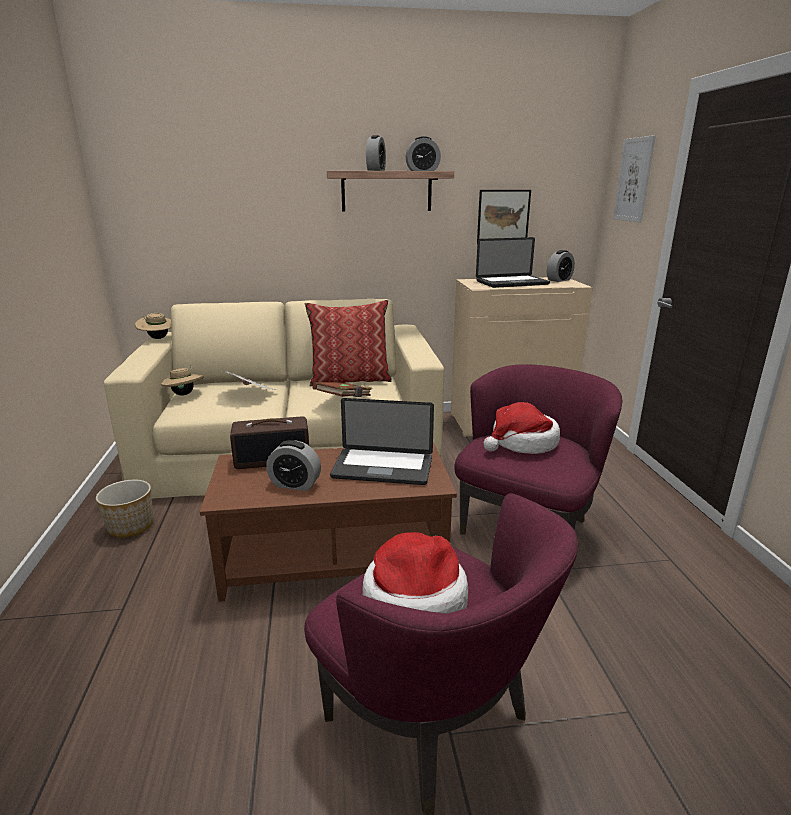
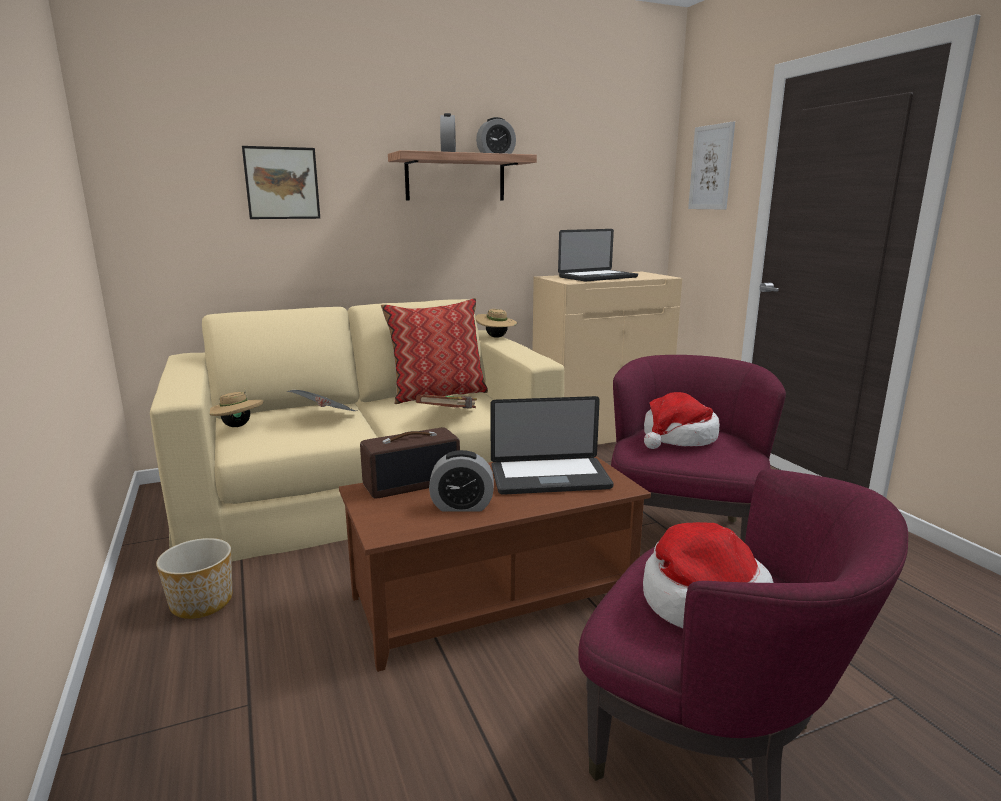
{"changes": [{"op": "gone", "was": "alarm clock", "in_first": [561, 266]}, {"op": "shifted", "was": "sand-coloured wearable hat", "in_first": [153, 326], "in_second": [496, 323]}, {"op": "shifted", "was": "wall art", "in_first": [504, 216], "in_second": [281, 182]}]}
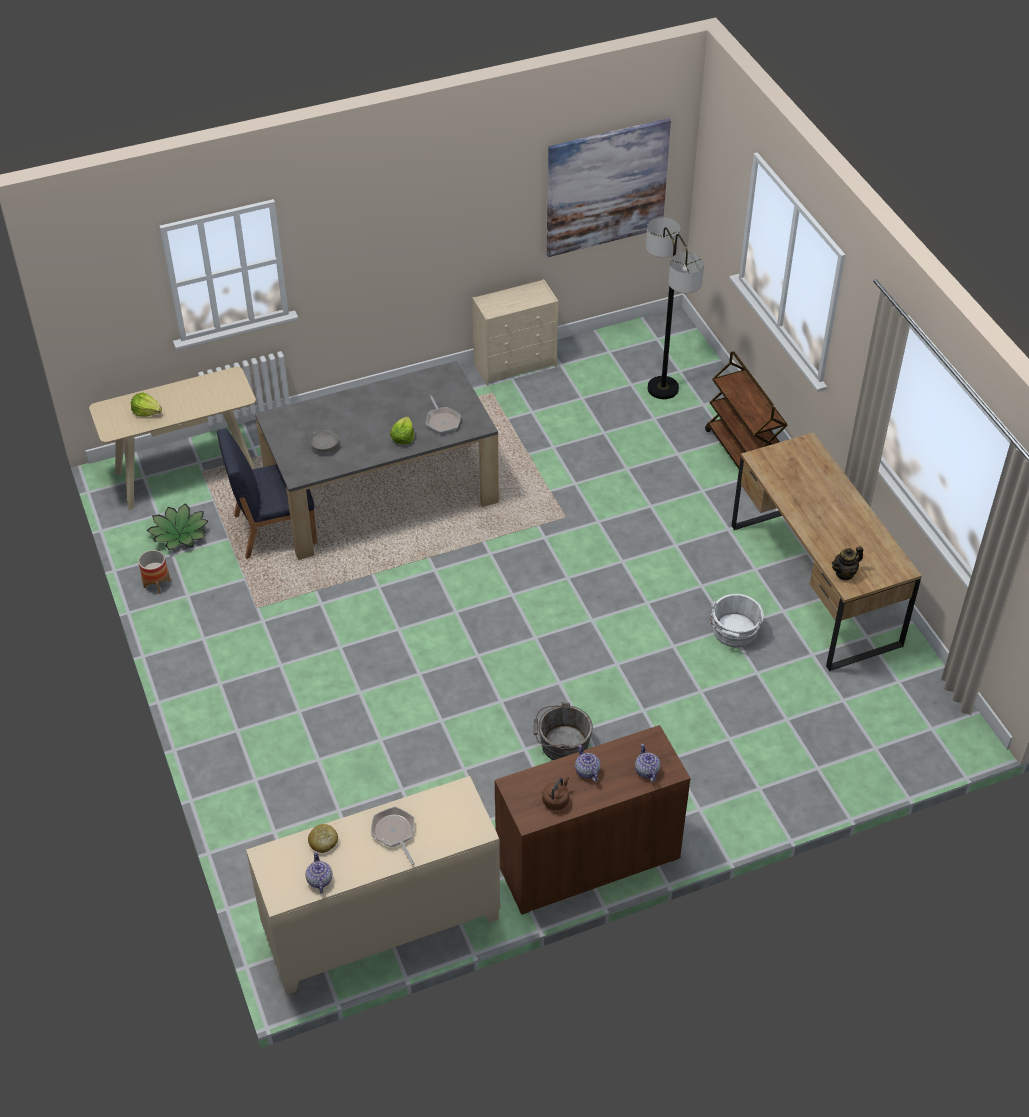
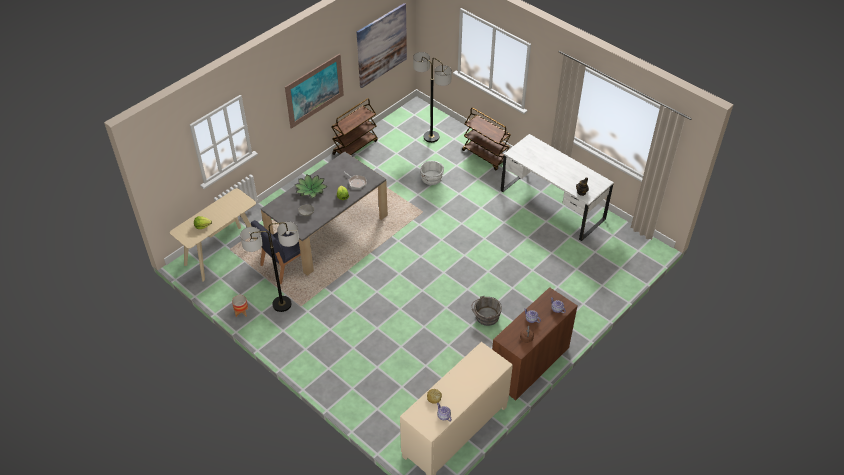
{"changes": [{"op": "gone", "was": "skillet", "in_first": [393, 836]}, {"op": "new", "now": "standing lamp", "in_second": [269, 267]}, {"op": "new", "now": "wall art", "in_second": [314, 91]}, {"op": "shifted", "was": "plant in a pot", "in_first": [177, 526], "in_second": [311, 186]}, {"op": "shifted", "was": "white pail", "in_first": [737, 621], "in_second": [432, 173]}, {"op": "swapped", "was": "sand-coloured drawer chest", "now": "brownish wheeled cart", "in_first": [515, 332], "in_second": [354, 126]}, {"op": "repainted", "was": "brownish desk table", "now": "white desk table", "in_first": [826, 551], "in_second": [557, 187]}]}
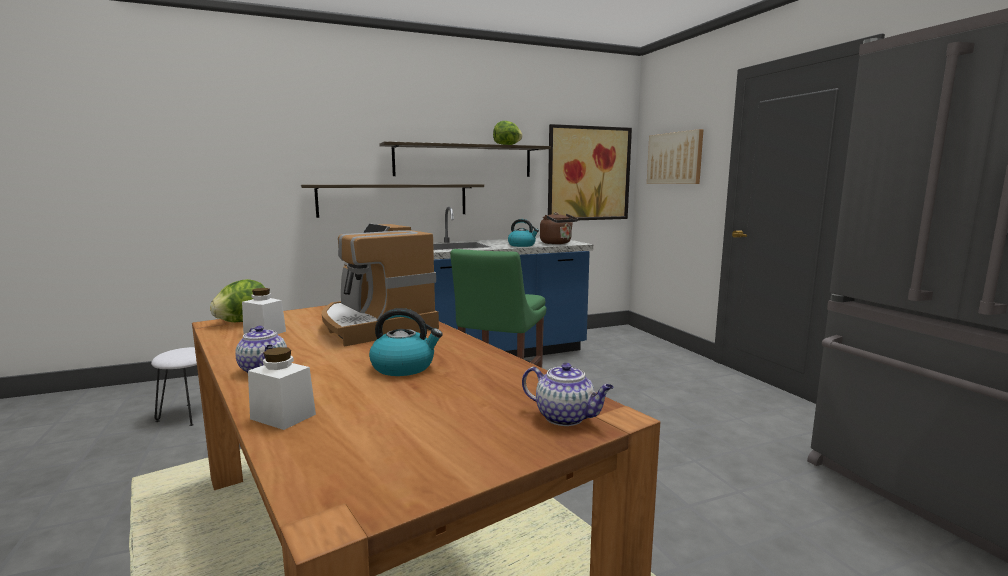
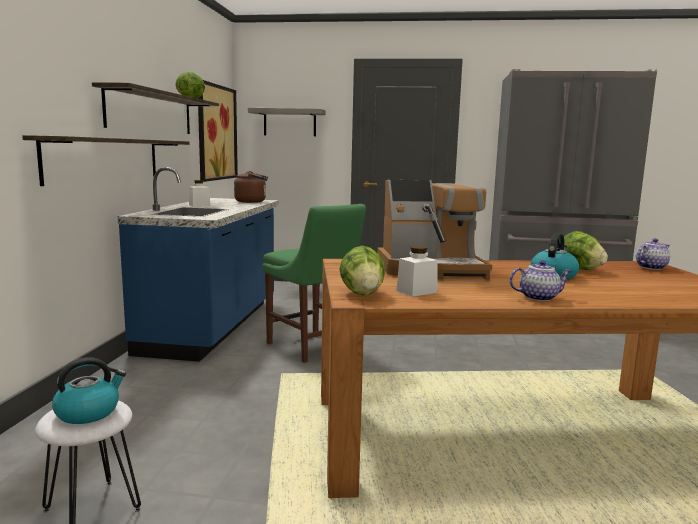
{"changes": [{"op": "new", "now": "head of lettuce", "in_second": [586, 250]}, {"op": "shifted", "was": "white storage jar", "in_first": [282, 388], "in_second": [199, 193]}, {"op": "shifted", "was": "tea kettle", "in_first": [523, 233], "in_second": [89, 390]}, {"op": "swapped", "was": "wall art", "now": "gray wall shelf", "in_first": [675, 156], "in_second": [287, 122]}]}
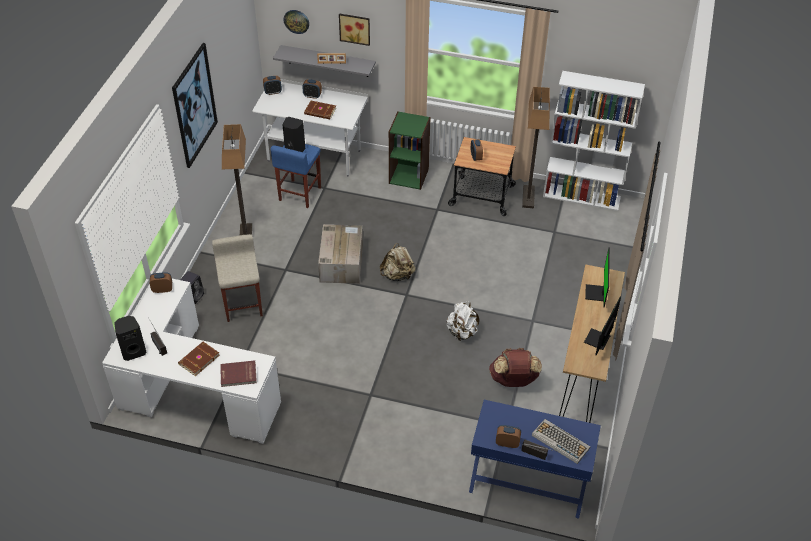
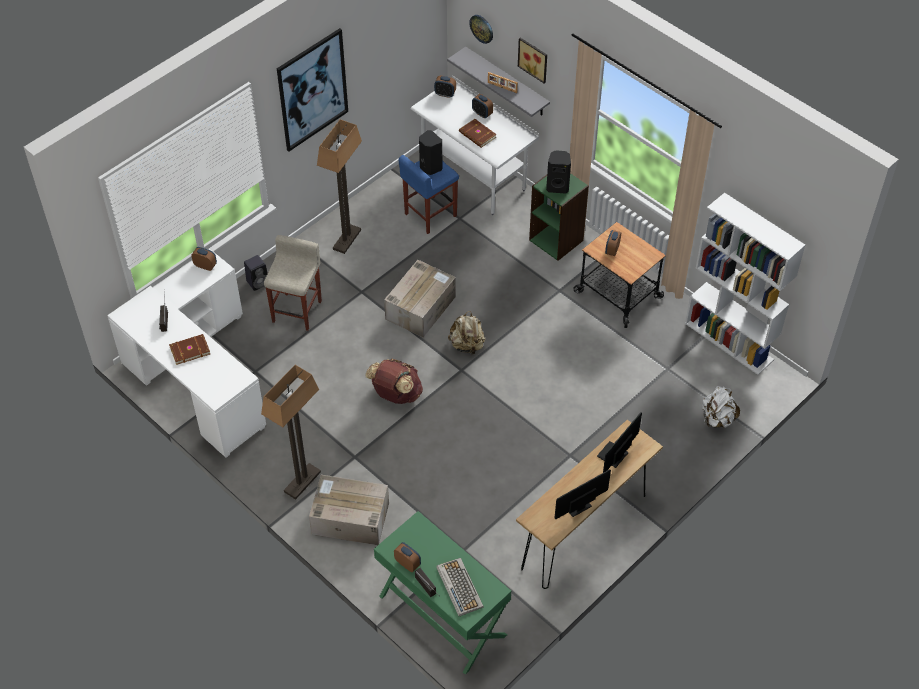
{"changes": [{"op": "gone", "was": "red-coloured volume", "in_first": [238, 373]}, {"op": "new", "now": "carton", "in_second": [349, 510]}, {"op": "shifted", "was": "blackish loudspeaker", "in_first": [130, 338], "in_second": [558, 172]}, {"op": "shifted", "was": "white rucksack", "in_first": [462, 321], "in_second": [721, 407]}, {"op": "shifted", "was": "brownish rucksack", "in_first": [515, 367], "in_second": [394, 381]}, {"op": "shifted", "was": "standing lamp", "in_first": [536, 147], "in_second": [291, 432]}, {"op": "repainted", "was": "blue console table", "now": "greenish console table", "in_first": [535, 459], "in_second": [442, 593]}]}
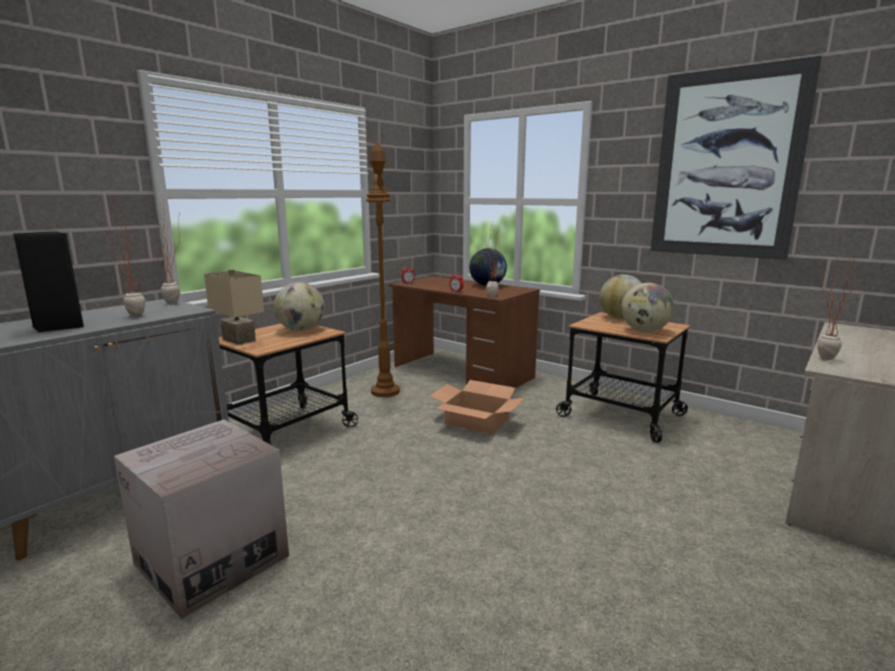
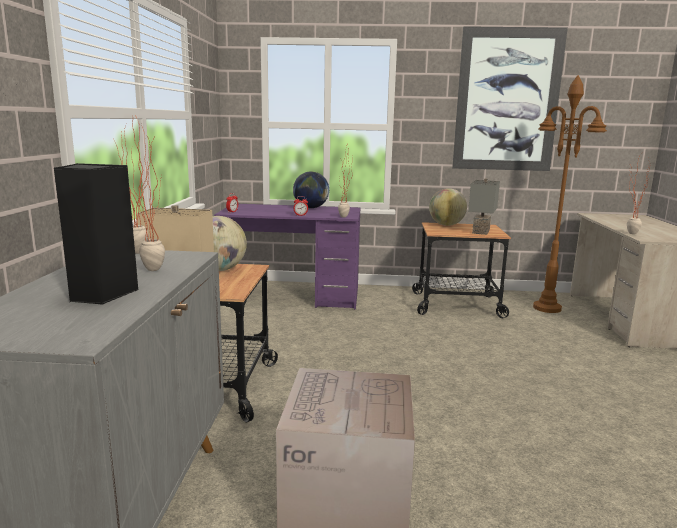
{"changes": [{"op": "gone", "was": "carton", "in_first": [477, 407]}, {"op": "shifted", "was": "brownish standing lamp", "in_first": [383, 269], "in_second": [570, 194]}, {"op": "swapped", "was": "desk globe", "now": "gray lamp for a table", "in_first": [647, 307], "in_second": [484, 206]}, {"op": "repainted", "was": "brownish desk table", "now": "purple desk table", "in_first": [464, 332], "in_second": [287, 257]}]}
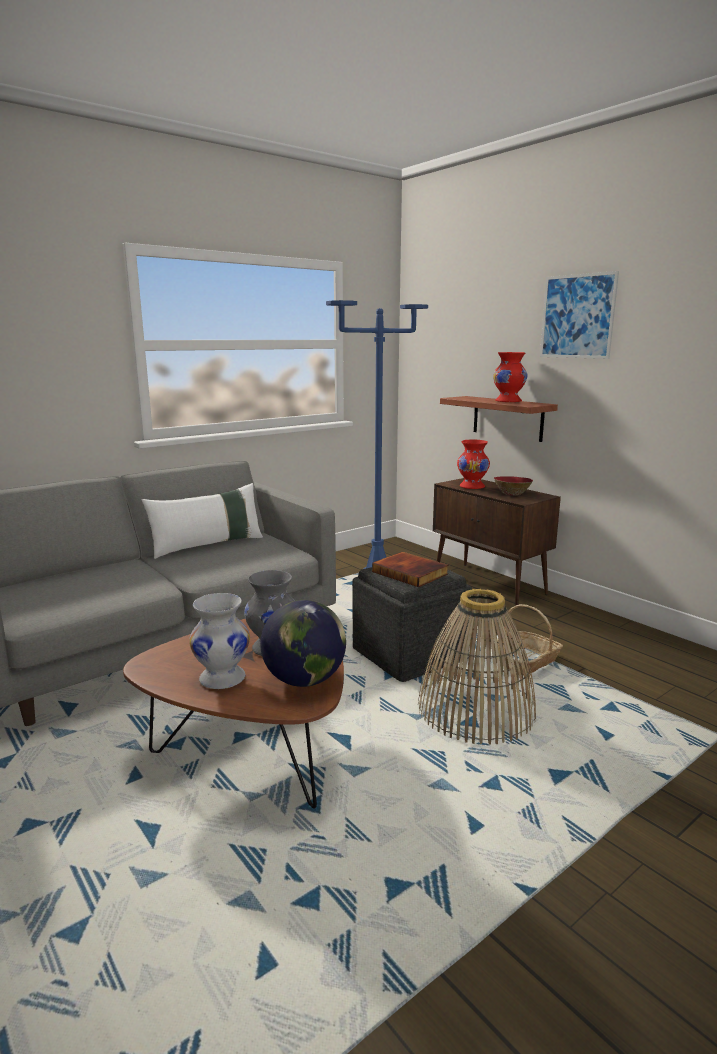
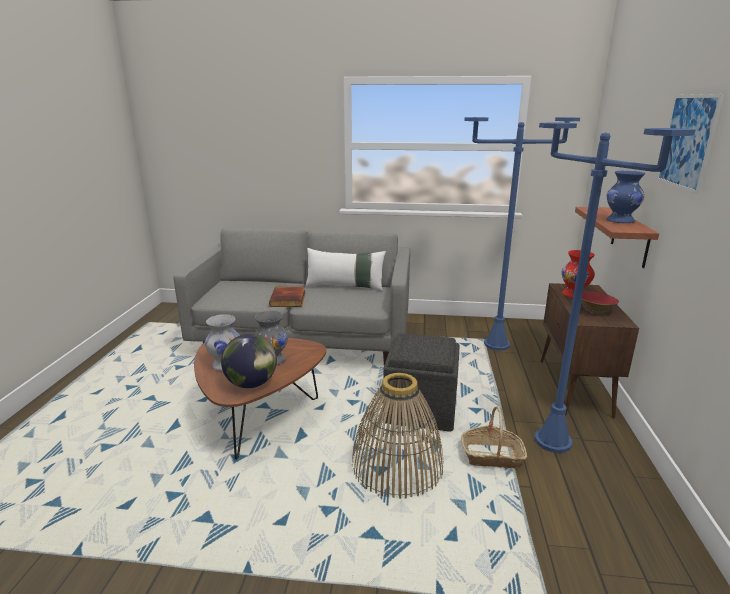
{"changes": [{"op": "new", "now": "blue standing lamp", "in_second": [615, 288]}, {"op": "shifted", "was": "volume", "in_first": [410, 569], "in_second": [287, 297]}, {"op": "repainted", "was": "red-coloured flower vase", "now": "blue flower vase", "in_first": [510, 377], "in_second": [625, 197]}]}
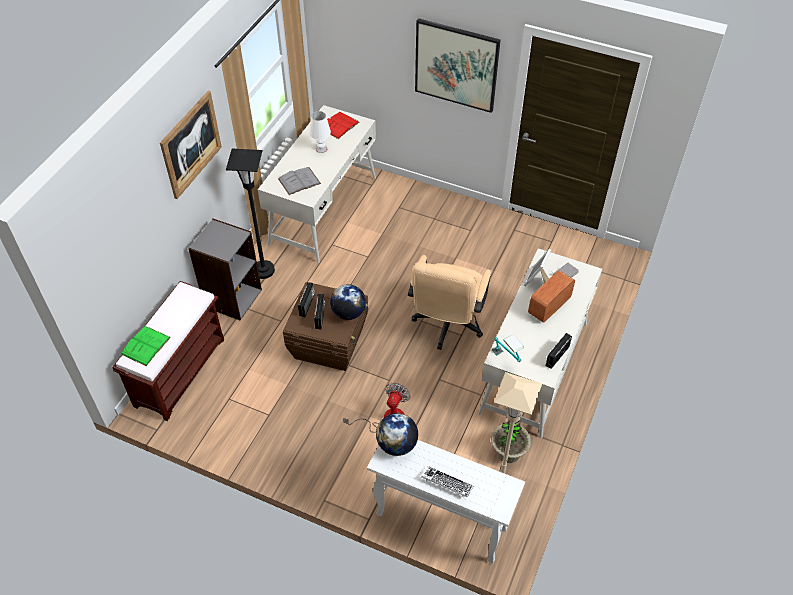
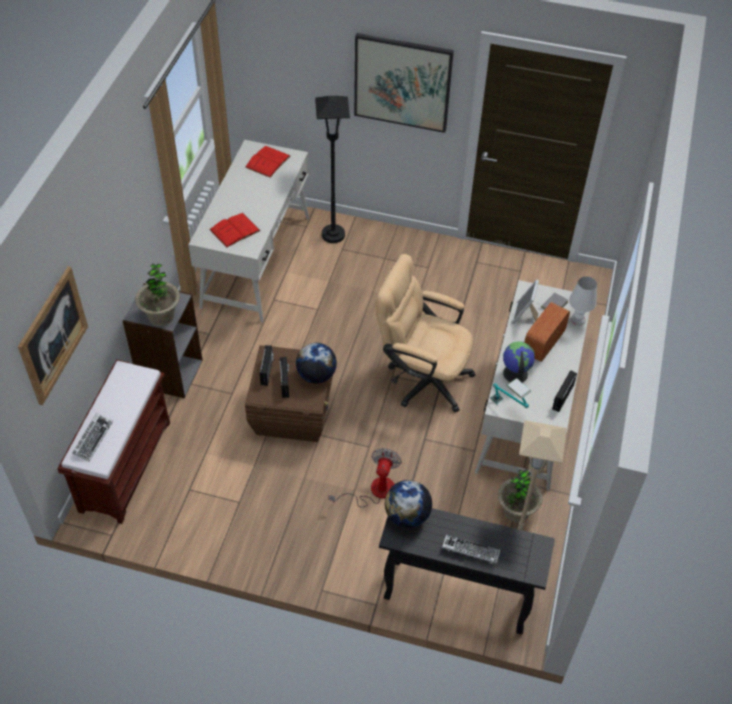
{"changes": [{"op": "new", "now": "plant in a pot", "in_second": [157, 295]}, {"op": "new", "now": "desk globe", "in_second": [519, 361]}, {"op": "shifted", "was": "wall art", "in_first": [191, 145], "in_second": [53, 335]}, {"op": "shifted", "was": "blackish standing lamp", "in_first": [250, 214], "in_second": [332, 169]}, {"op": "shifted", "was": "white lamp for a table", "in_first": [320, 132], "in_second": [583, 301]}, {"op": "swapped", "was": "greenish volume", "now": "PC keyboard", "in_first": [146, 346], "in_second": [92, 437]}, {"op": "repainted", "was": "gray volume", "now": "red-coloured volume", "in_first": [299, 181], "in_second": [235, 230]}, {"op": "repainted", "was": "white console table", "now": "blackish console table", "in_first": [446, 501], "in_second": [467, 571]}, {"op": "rotated", "was": "sand-coloured office chair", "in_first": [449, 302], "in_second": [426, 333], "clockwise": 105}]}
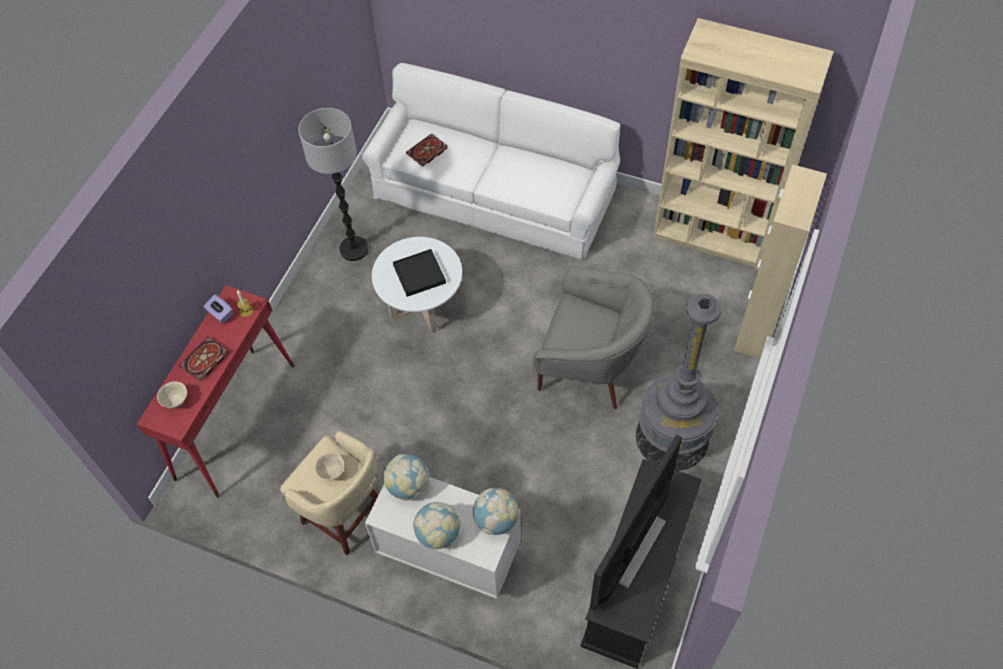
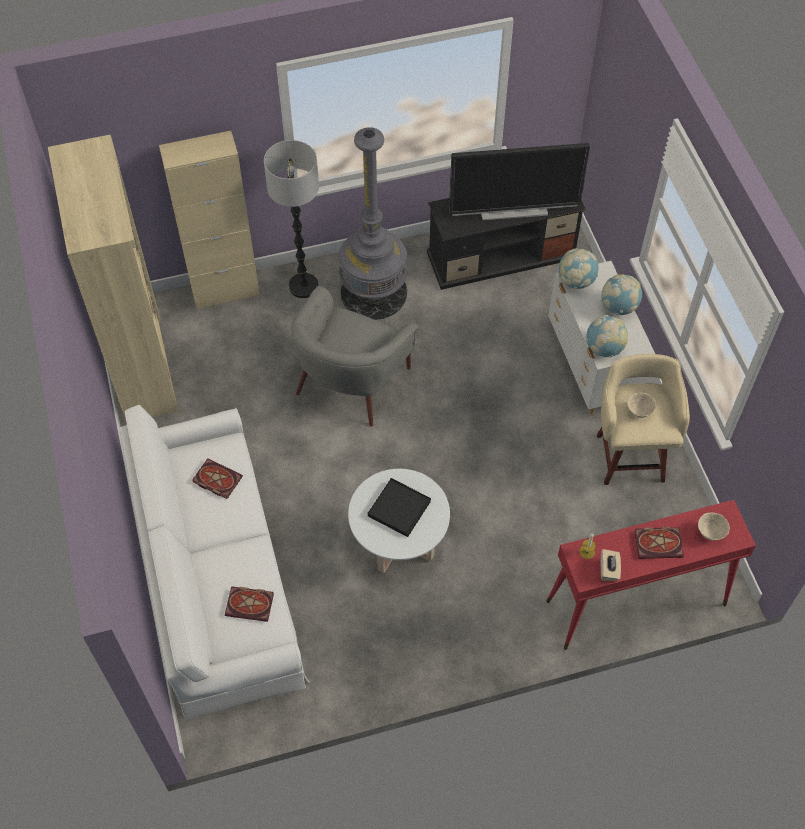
{"changes": [{"op": "new", "now": "volume", "in_second": [217, 478]}, {"op": "shifted", "was": "standing lamp", "in_first": [333, 184], "in_second": [291, 219]}, {"op": "repainted", "was": "purple box of tissues", "now": "sand-coloured box of tissues", "in_first": [218, 309], "in_second": [611, 565]}, {"op": "rotated", "was": "gray armchair", "in_first": [594, 337], "in_second": [354, 356], "clockwise": -135}]}
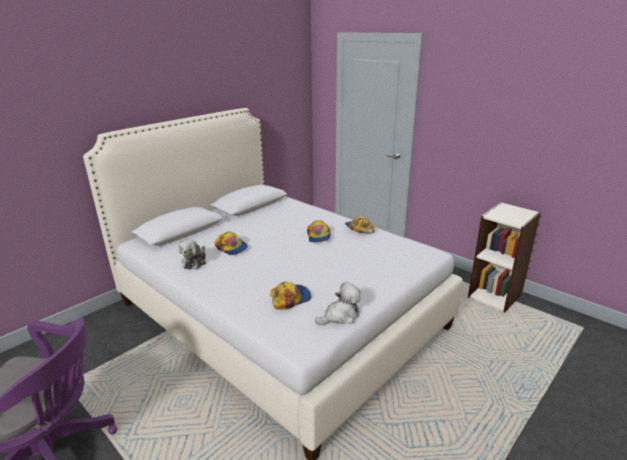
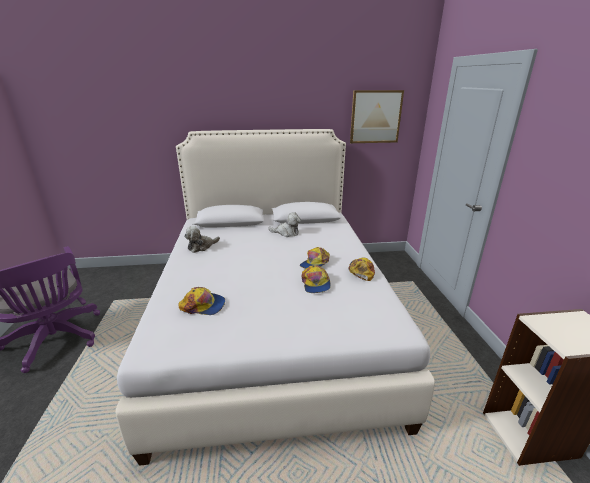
{"changes": [{"op": "new", "now": "wall art", "in_second": [377, 116]}, {"op": "shifted", "was": "peaked cap", "in_first": [231, 243], "in_second": [316, 279]}, {"op": "shifted", "was": "plush toy", "in_first": [338, 303], "in_second": [284, 224]}]}
